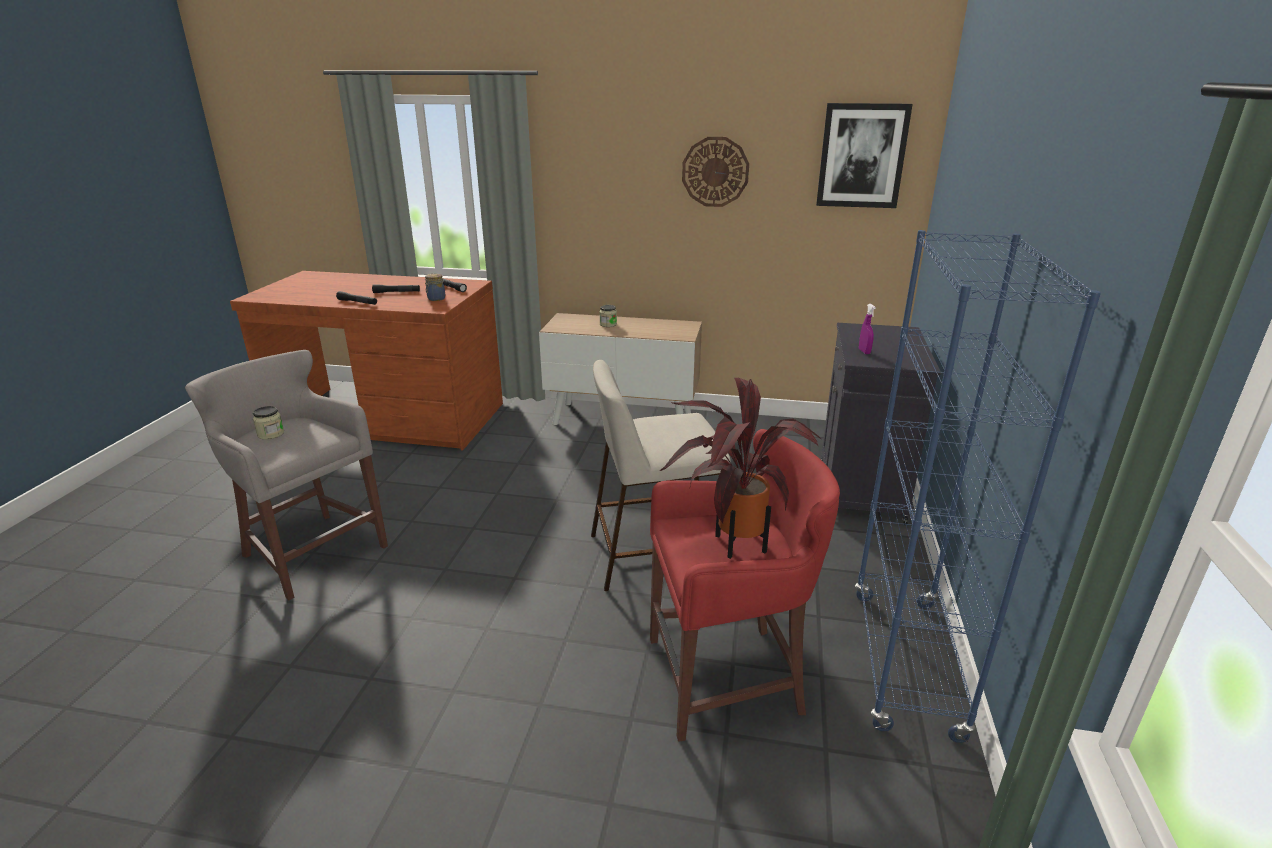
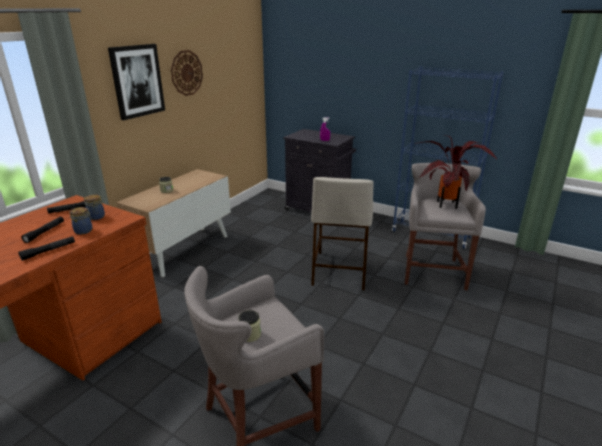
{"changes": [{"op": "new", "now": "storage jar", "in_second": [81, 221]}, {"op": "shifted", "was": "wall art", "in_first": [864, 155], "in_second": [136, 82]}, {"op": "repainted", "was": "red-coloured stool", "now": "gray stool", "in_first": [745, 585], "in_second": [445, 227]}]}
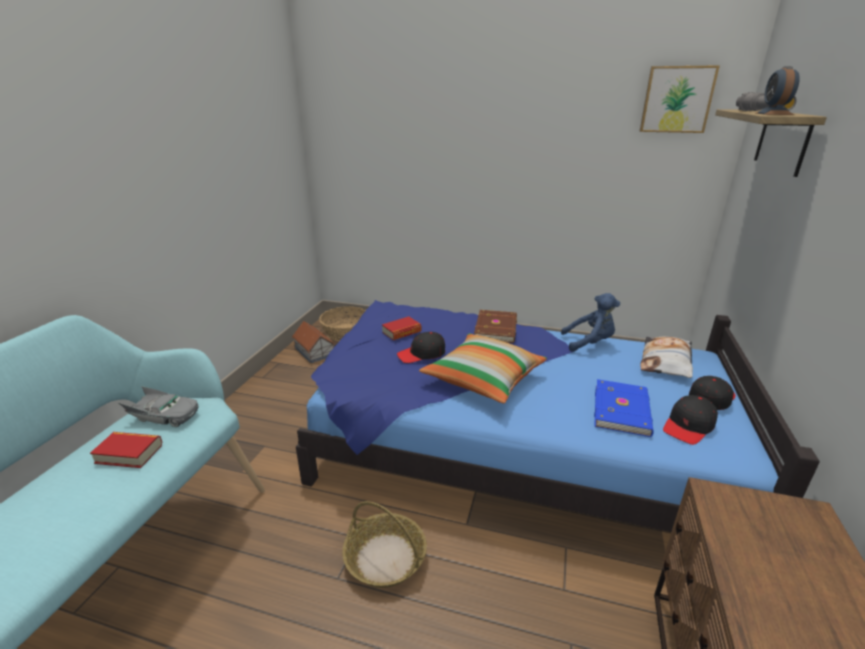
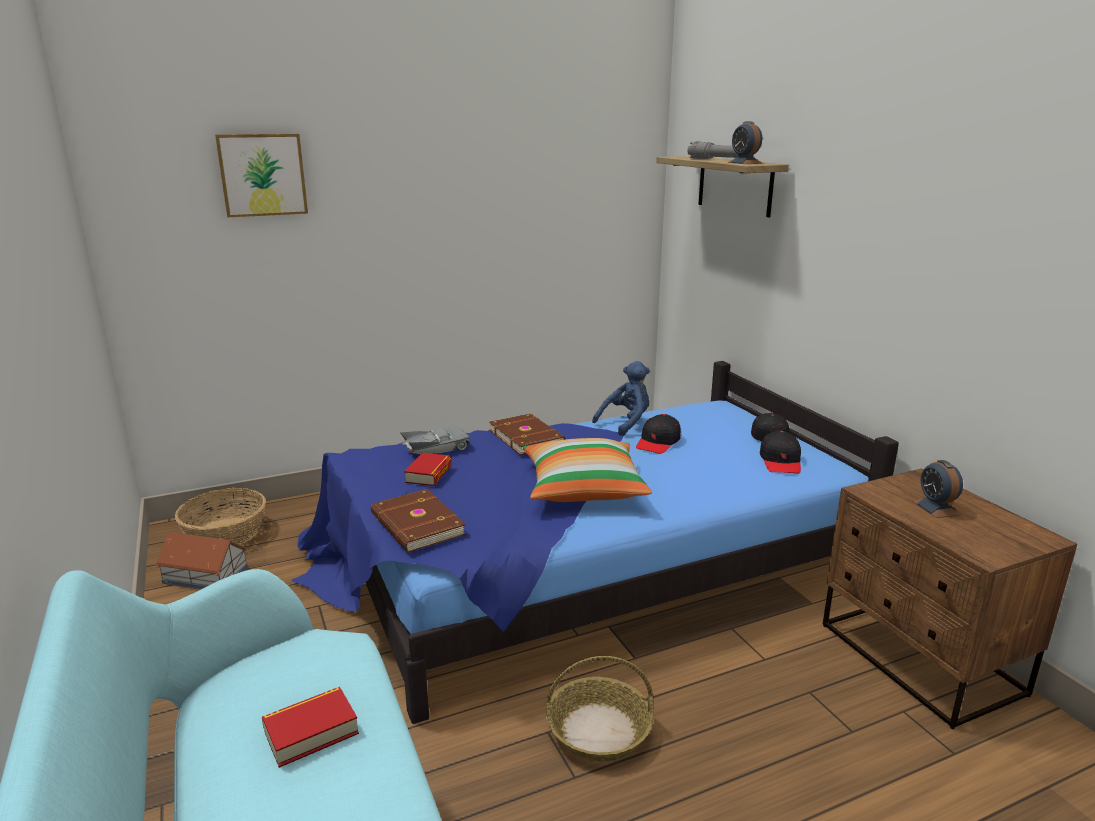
{"changes": [{"op": "gone", "was": "blue volume", "in_first": [624, 408]}, {"op": "gone", "was": "cushion", "in_first": [667, 357]}, {"op": "new", "now": "brownish volume", "in_second": [418, 520]}, {"op": "new", "now": "alarm clock", "in_second": [937, 489]}, {"op": "shifted", "was": "gray model car", "in_first": [159, 406], "in_second": [435, 440]}, {"op": "shifted", "was": "blackish peaked cap", "in_first": [421, 347], "in_second": [658, 434]}, {"op": "shifted", "was": "wall art", "in_first": [680, 99], "in_second": [261, 175]}]}
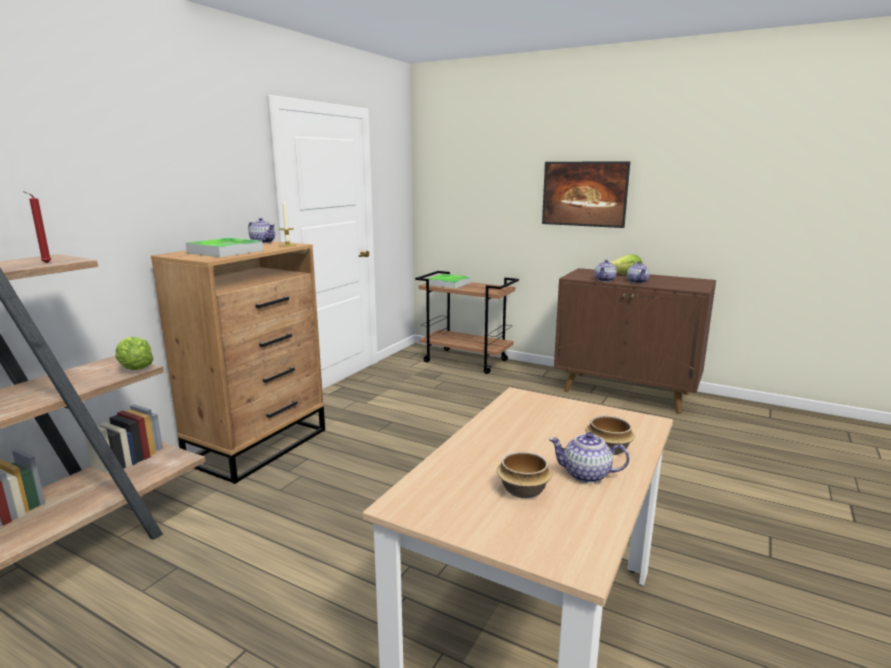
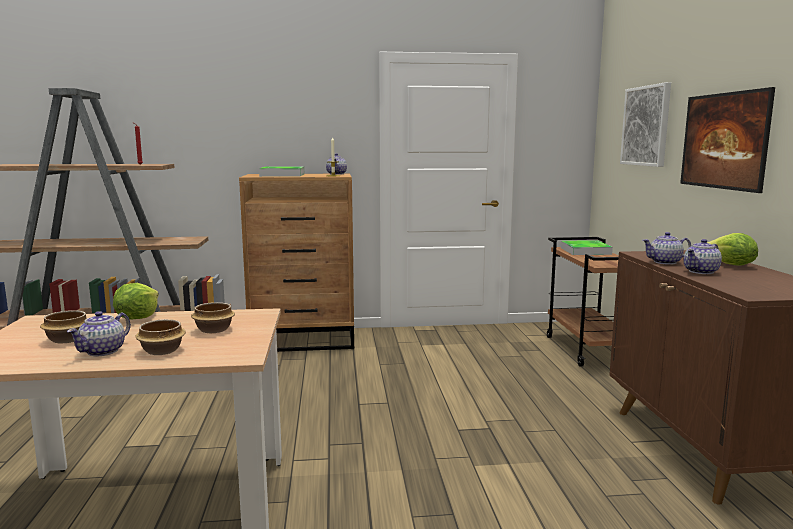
{"changes": [{"op": "new", "now": "bowl", "in_second": [213, 317]}, {"op": "new", "now": "wall art", "in_second": [645, 124]}, {"op": "shifted", "was": "head of lettuce", "in_first": [134, 353], "in_second": [136, 301]}, {"op": "rotated", "was": "tea pot", "in_first": [589, 457], "in_second": [99, 333], "clockwise": -135}]}
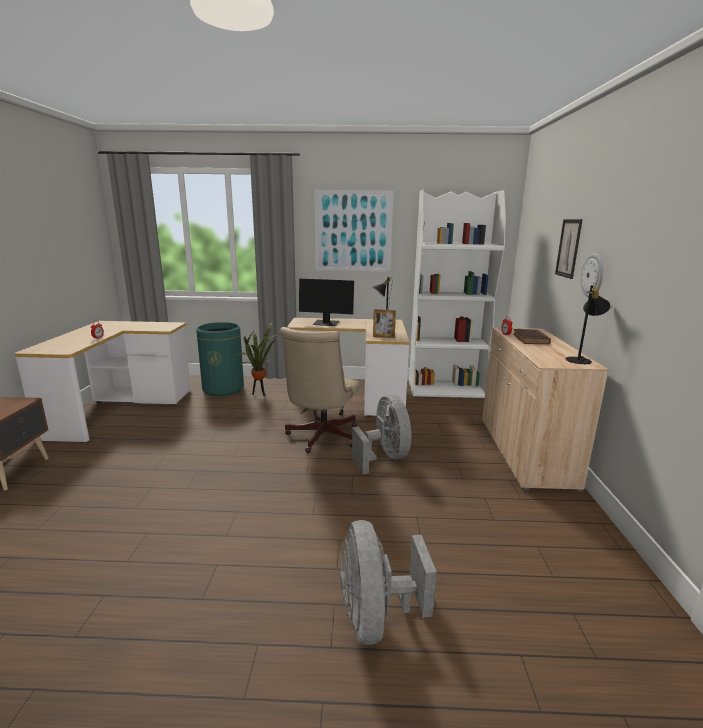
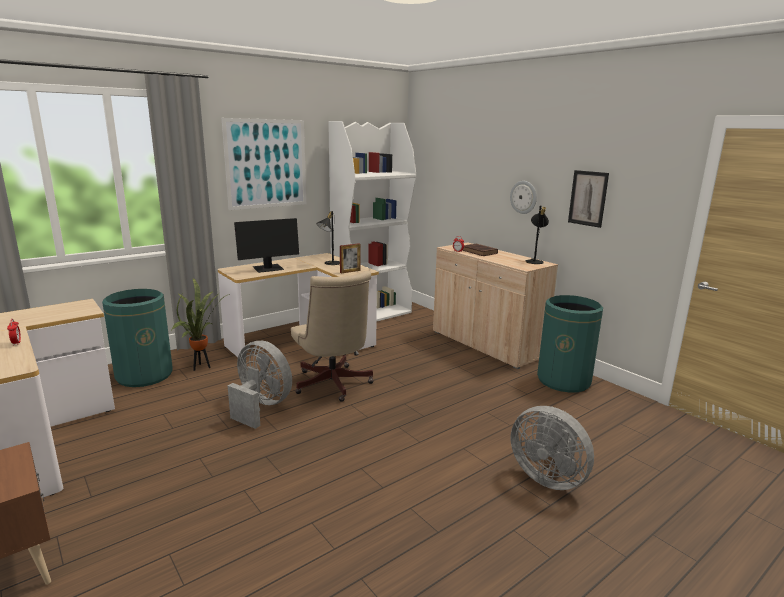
{"changes": [{"op": "new", "now": "greenish waste bin", "in_second": [570, 343]}, {"op": "shifted", "was": "gray fan", "in_first": [381, 434], "in_second": [260, 385]}, {"op": "shifted", "was": "wall art", "in_first": [569, 249], "in_second": [588, 199]}]}
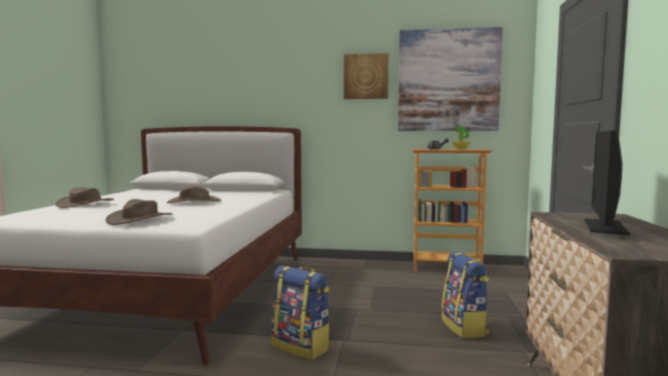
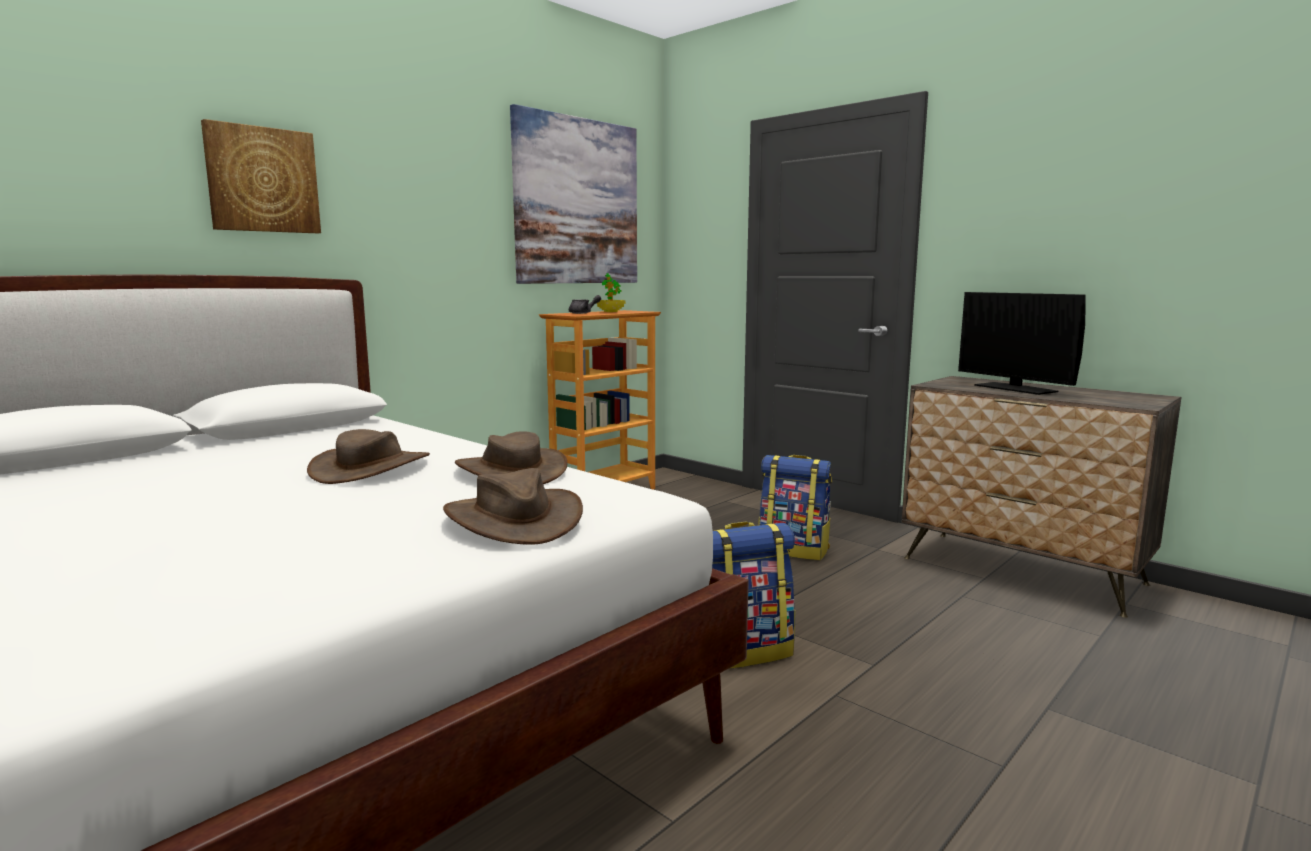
{"changes": [{"op": "shifted", "was": "brownish wearable hat", "in_first": [84, 197], "in_second": [511, 457]}, {"op": "shifted", "was": "wall art", "in_first": [366, 76], "in_second": [261, 176]}]}
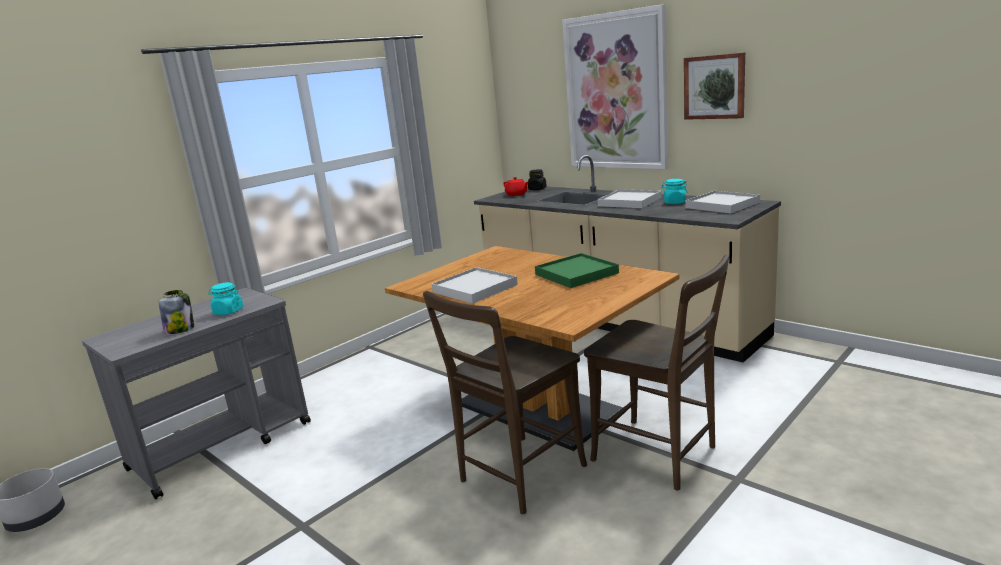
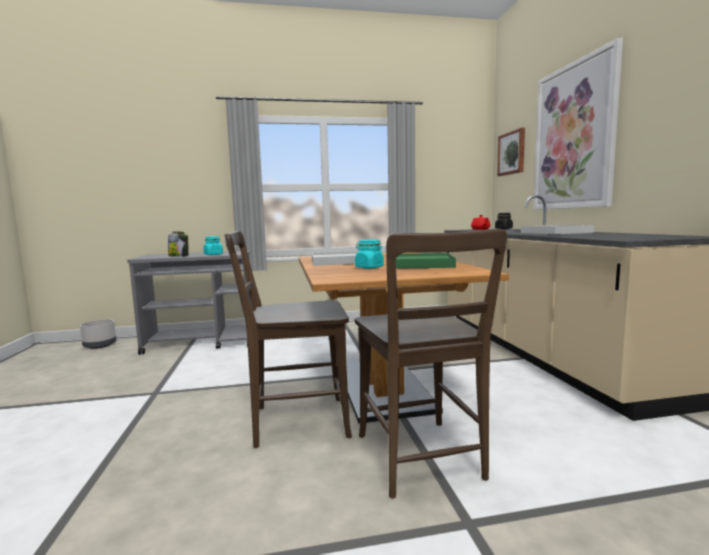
{"changes": [{"op": "gone", "was": "white tray", "in_first": [723, 202]}, {"op": "shifted", "was": "blue-green storage jar", "in_first": [674, 191], "in_second": [369, 254]}, {"op": "shifted", "was": "wall art", "in_first": [714, 86], "in_second": [511, 152]}]}
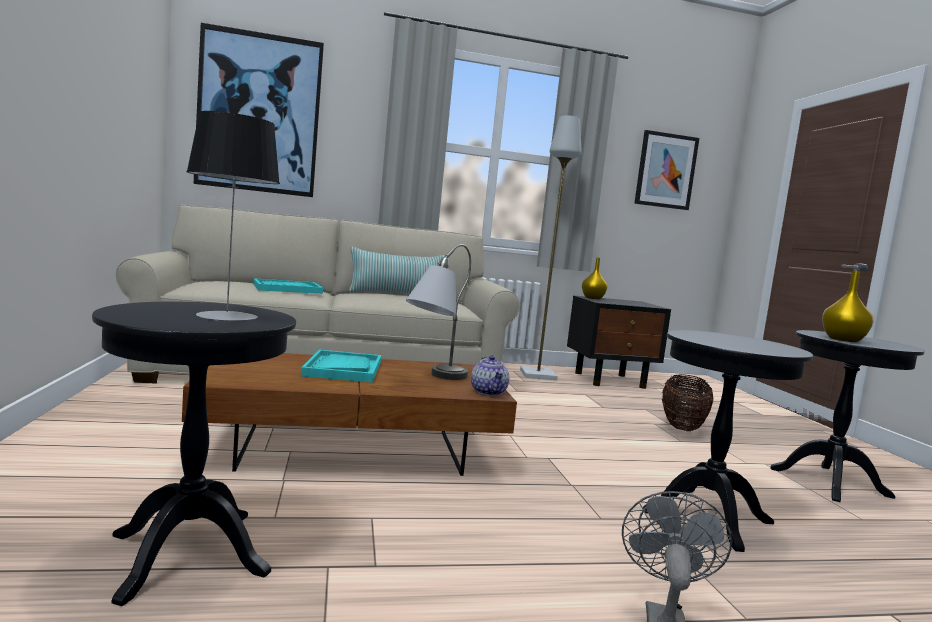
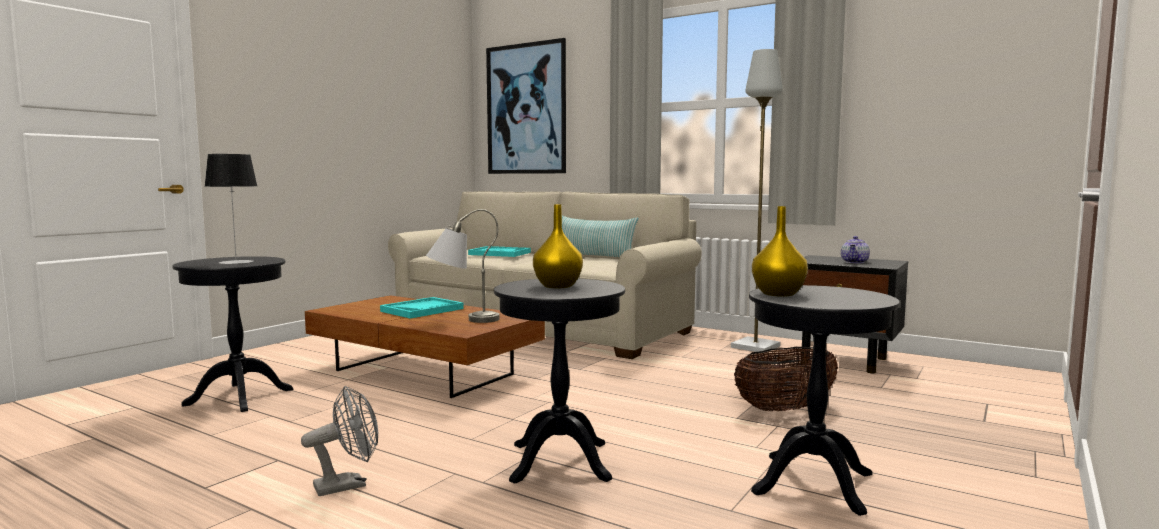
{"changes": [{"op": "gone", "was": "wall art", "in_first": [666, 170]}, {"op": "shifted", "was": "tea pot", "in_first": [490, 375], "in_second": [855, 249]}, {"op": "shifted", "was": "yellow-coloured flower vase", "in_first": [595, 278], "in_second": [558, 246]}]}
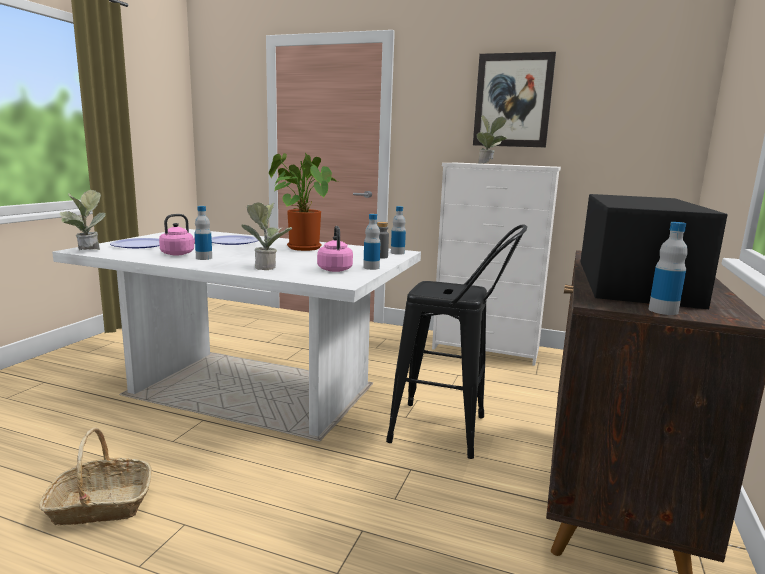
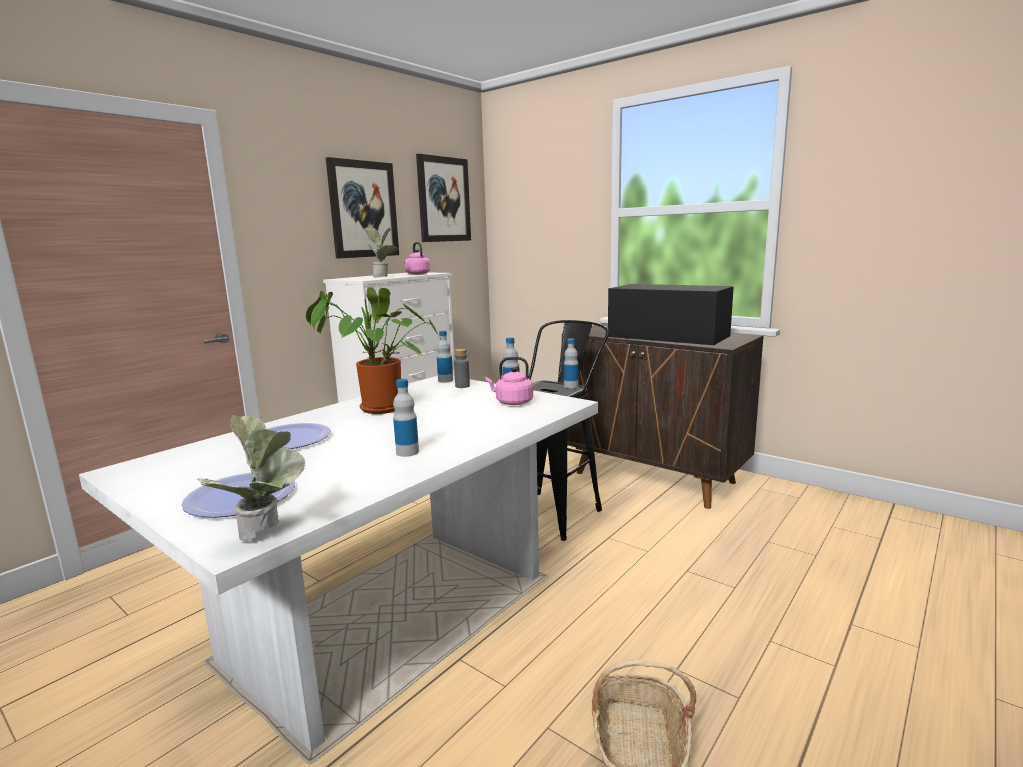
{"changes": [{"op": "gone", "was": "plant in a pot", "in_first": [267, 236]}, {"op": "new", "now": "wall art", "in_second": [443, 198]}, {"op": "shifted", "was": "pink tea kettle", "in_first": [177, 234], "in_second": [417, 258]}, {"op": "shifted", "was": "bottle", "in_first": [668, 268], "in_second": [571, 364]}]}
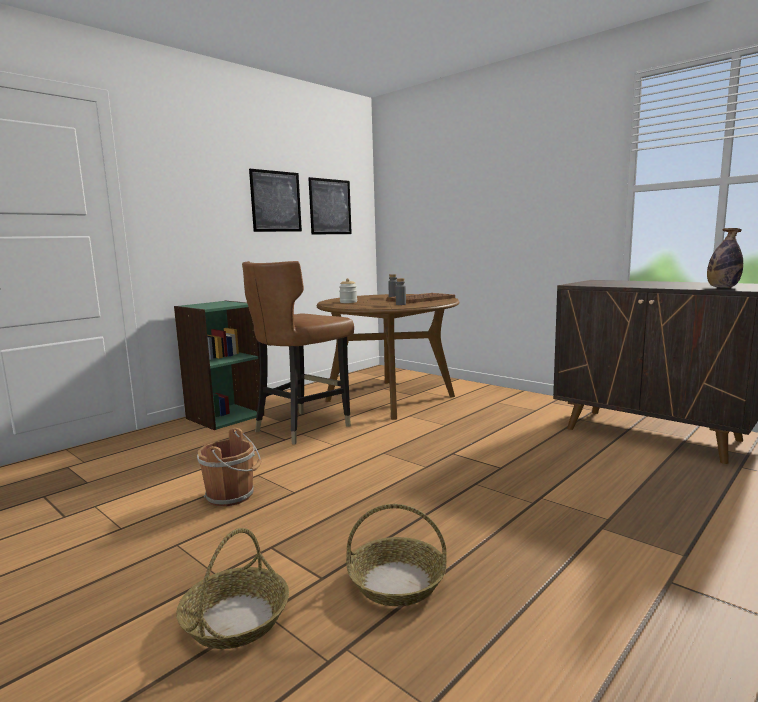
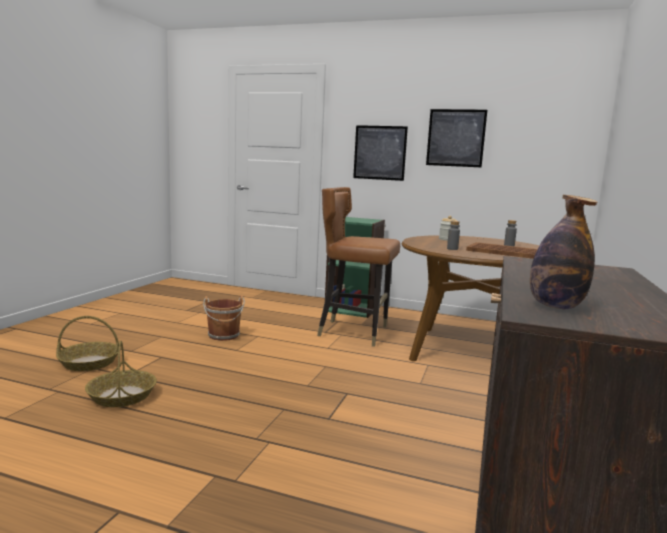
{"changes": [{"op": "shifted", "was": "wall art", "in_first": [330, 206], "in_second": [380, 153]}]}
